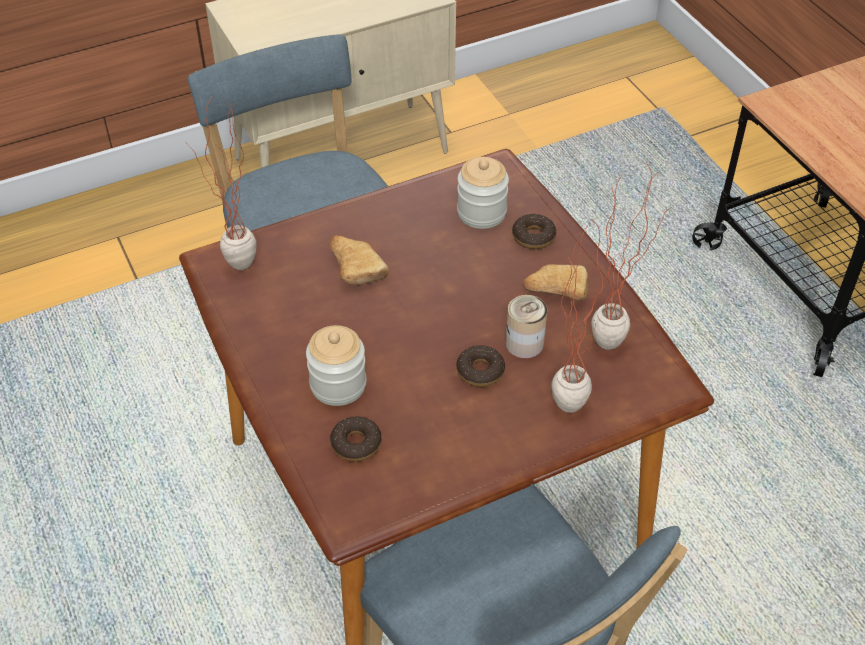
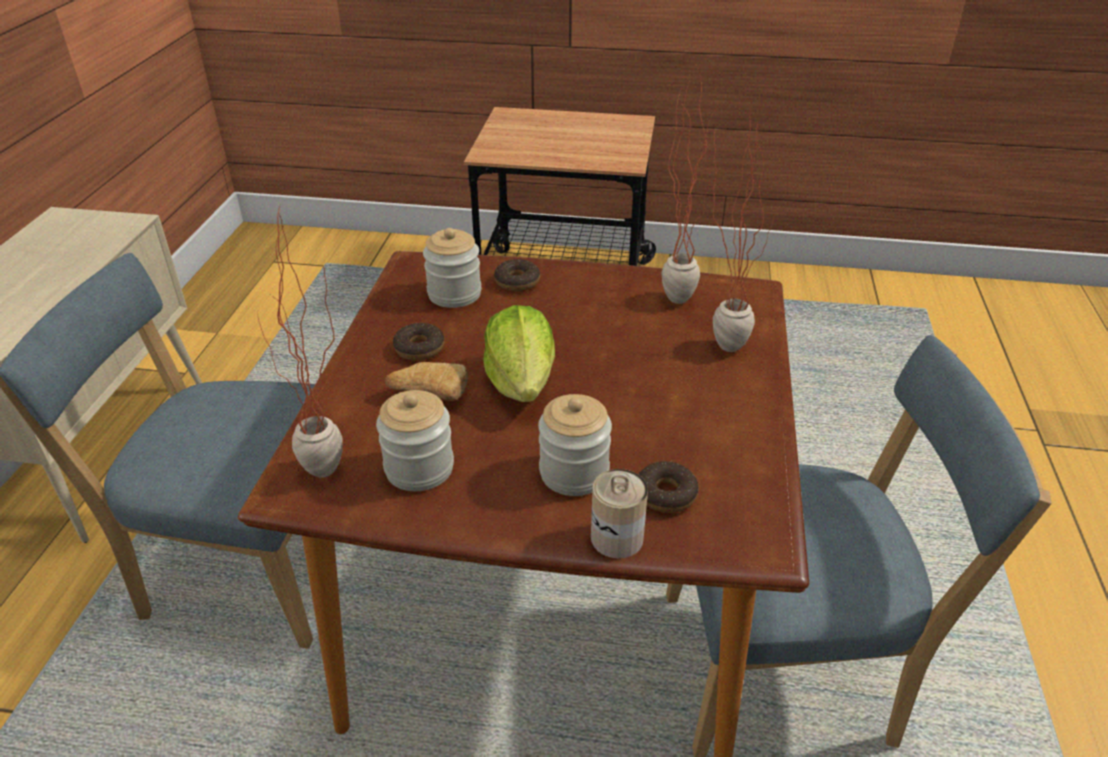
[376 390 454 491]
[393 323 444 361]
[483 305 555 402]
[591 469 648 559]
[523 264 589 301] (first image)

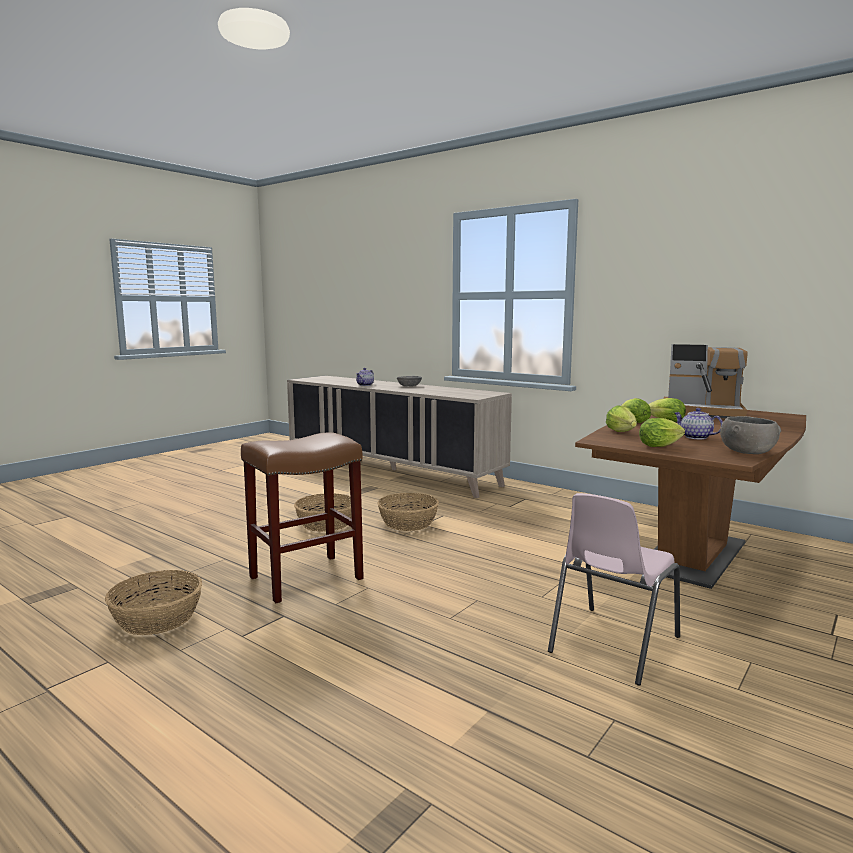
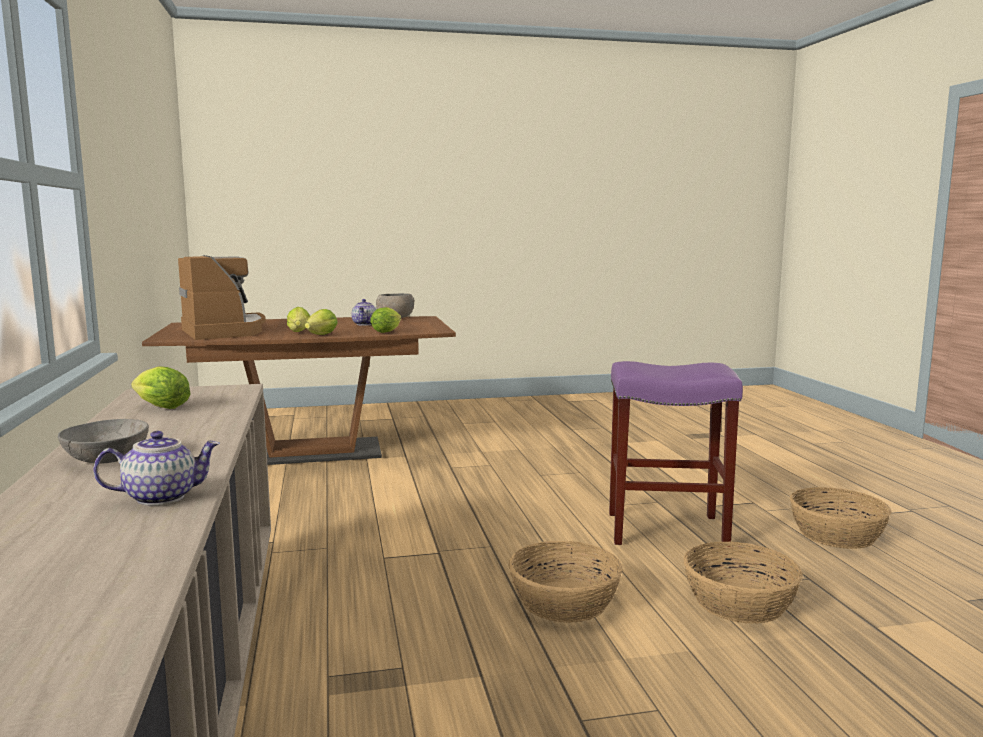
[131 366 191 409]
[609 361 743 545]
[683 542 803 624]
[548 493 680 686] (first image)

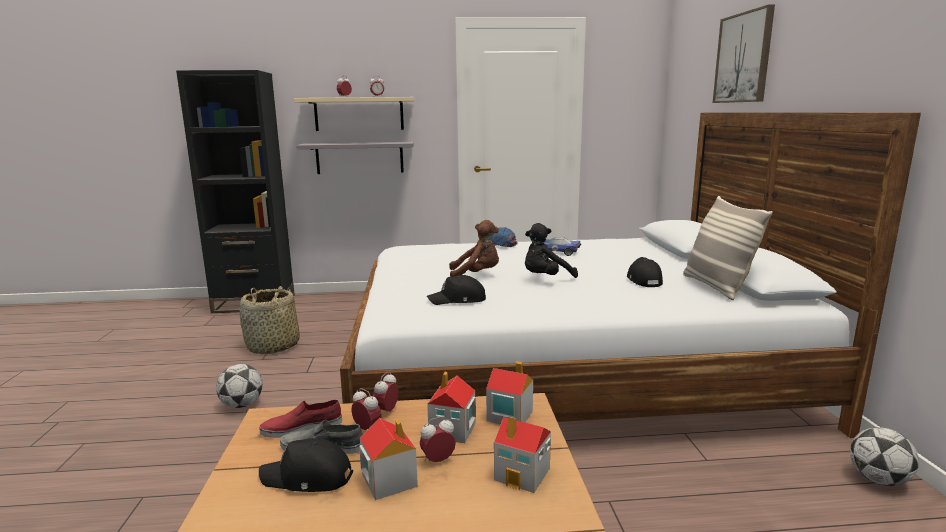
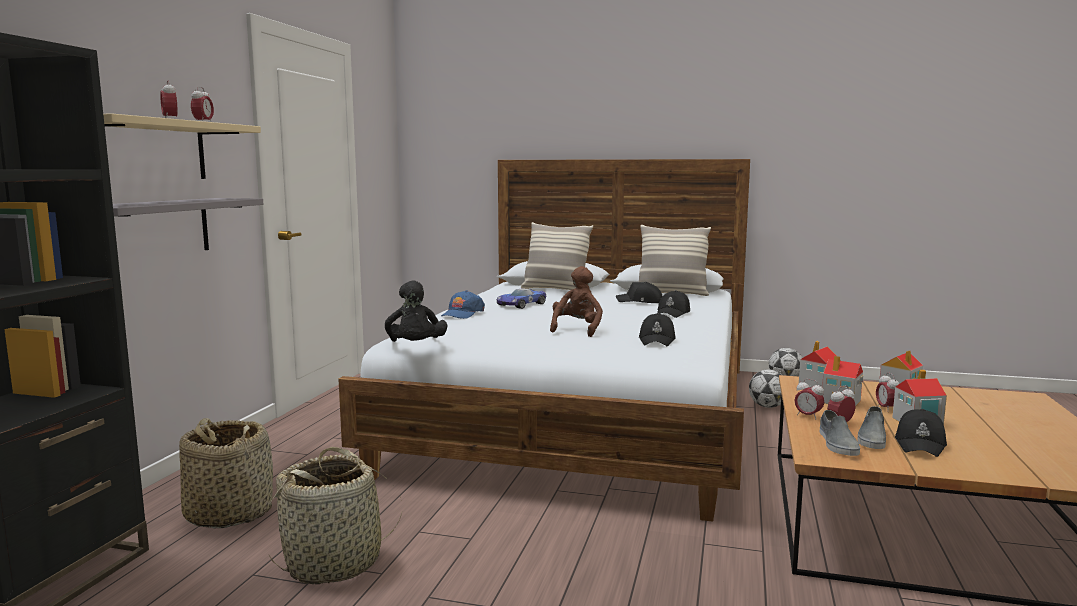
[179 418 273 528]
[385 280 448 342]
[521 222 593 290]
[658 290 690 318]
[749 369 782 408]
[820 410 860 456]
[713 4 775 103] (first image)

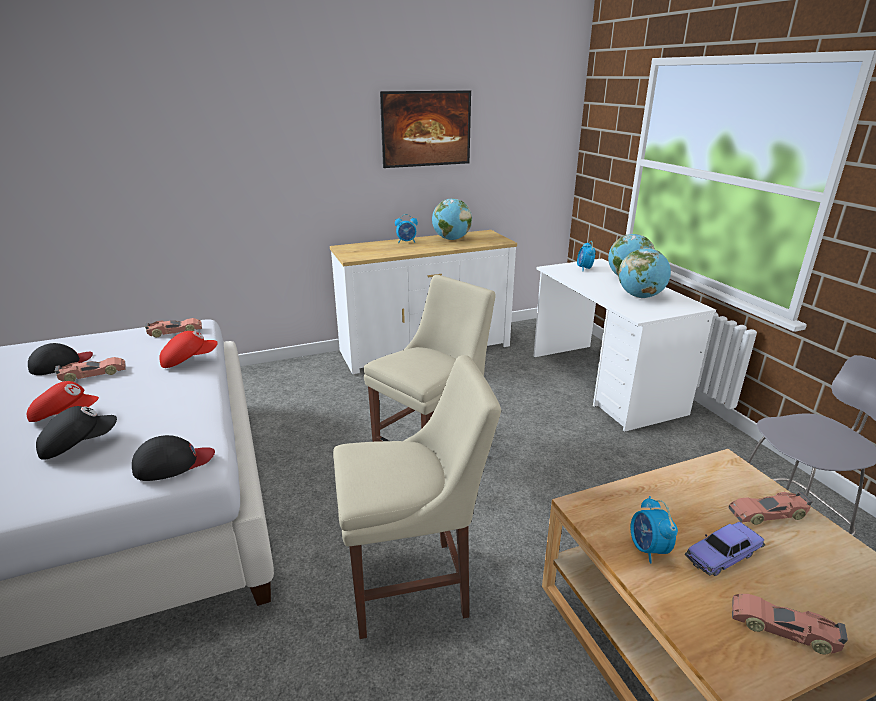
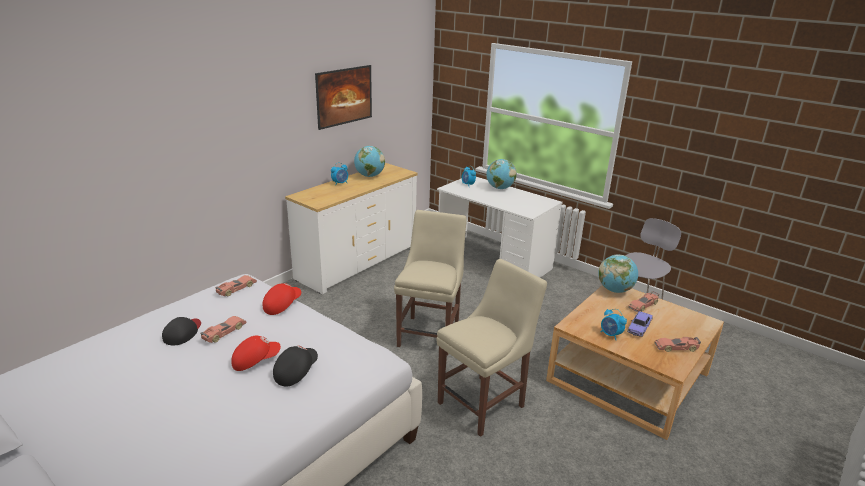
[598 255 638 293]
[132 435 215 481] (first image)

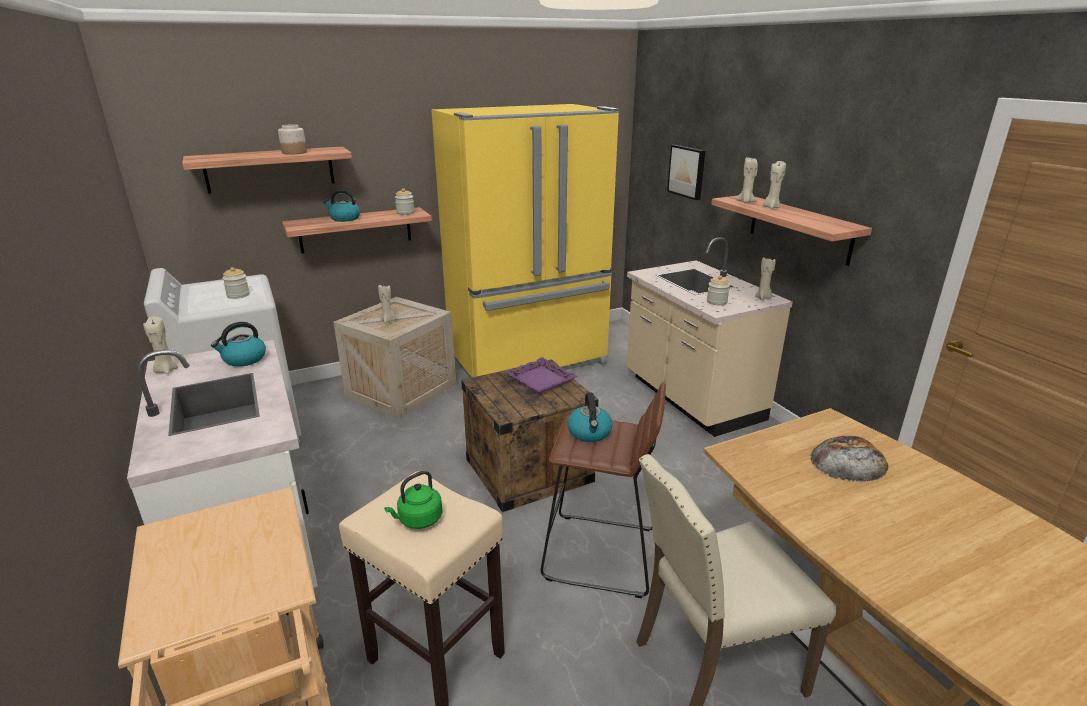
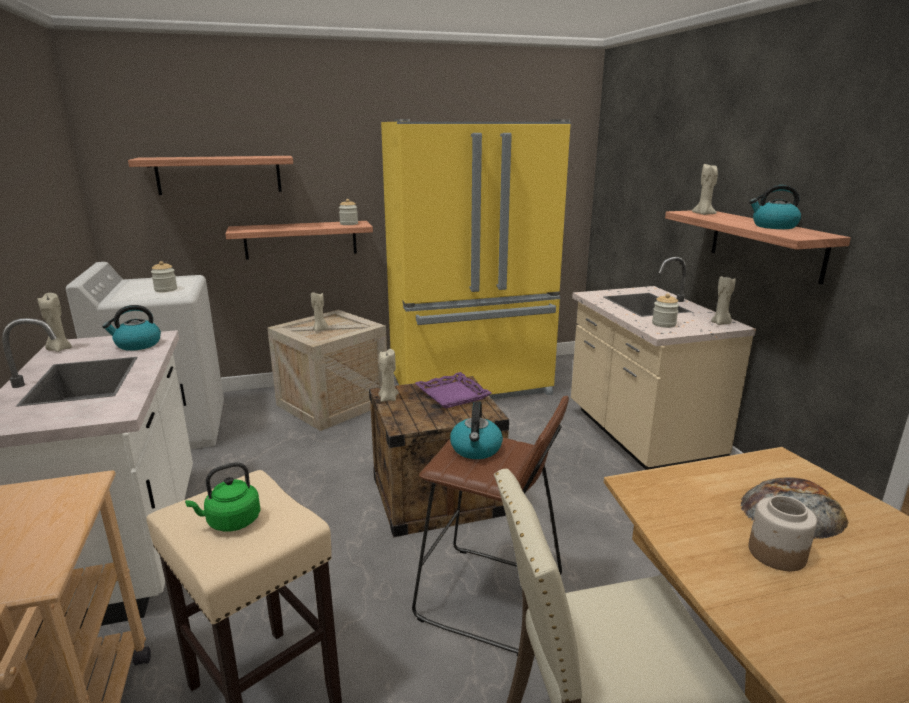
[379 349 398 402]
[748 496 817 571]
[749 185 801 229]
[667 145 705 200] (first image)

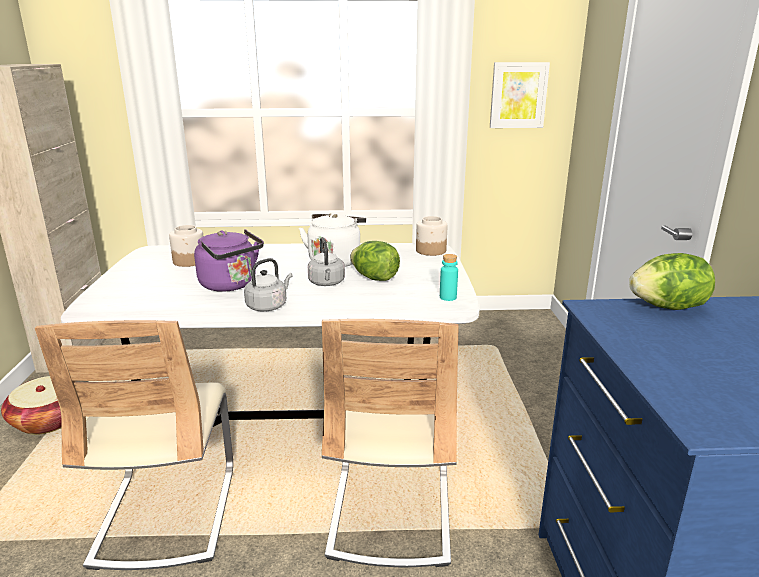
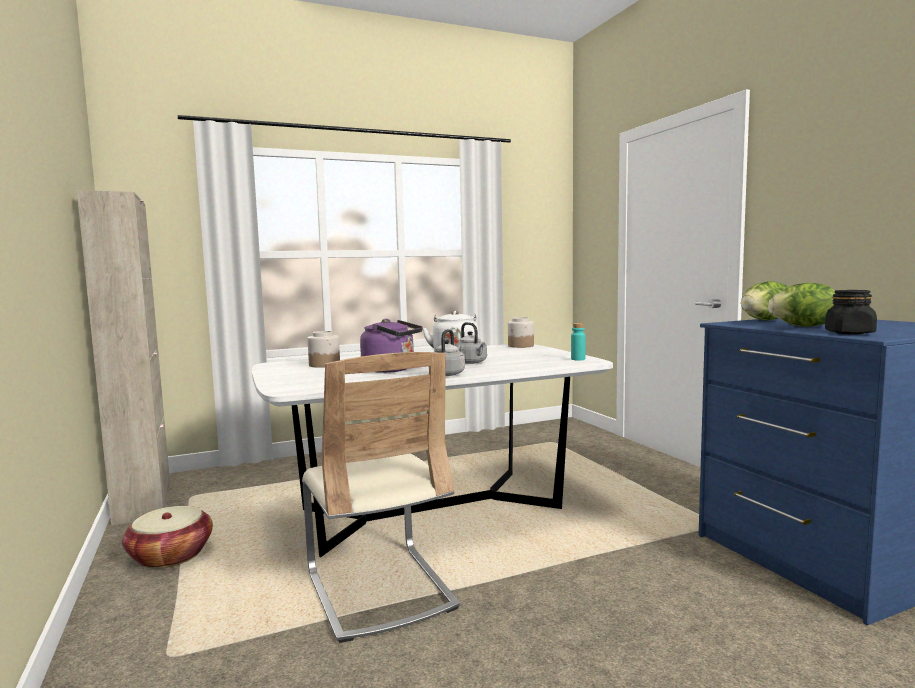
[768 283 835 327]
[825 290 877 335]
[322 319 459 567] (first image)
[490 62 550 128] (first image)

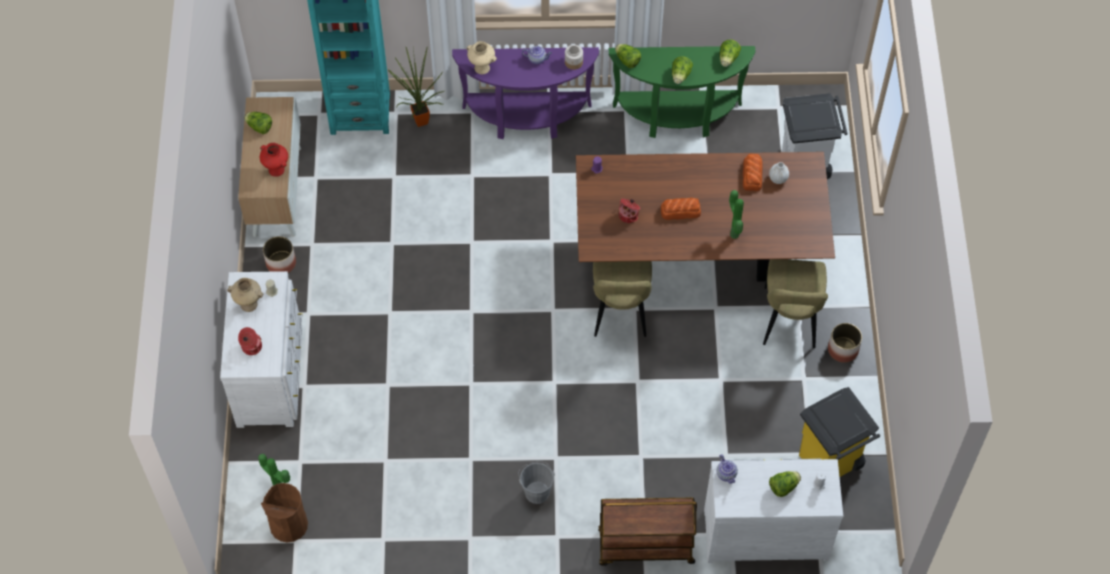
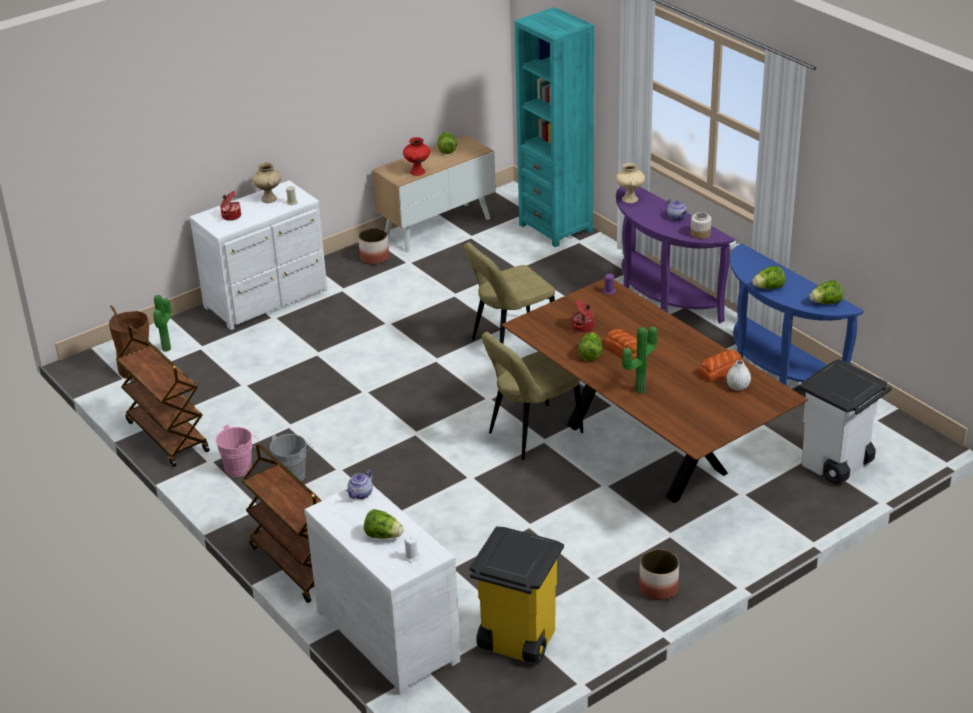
[116 325 210 467]
[215 425 260 477]
[464 242 555 344]
[578 332 603 361]
[730 243 864 386]
[388 47 444 127] (first image)

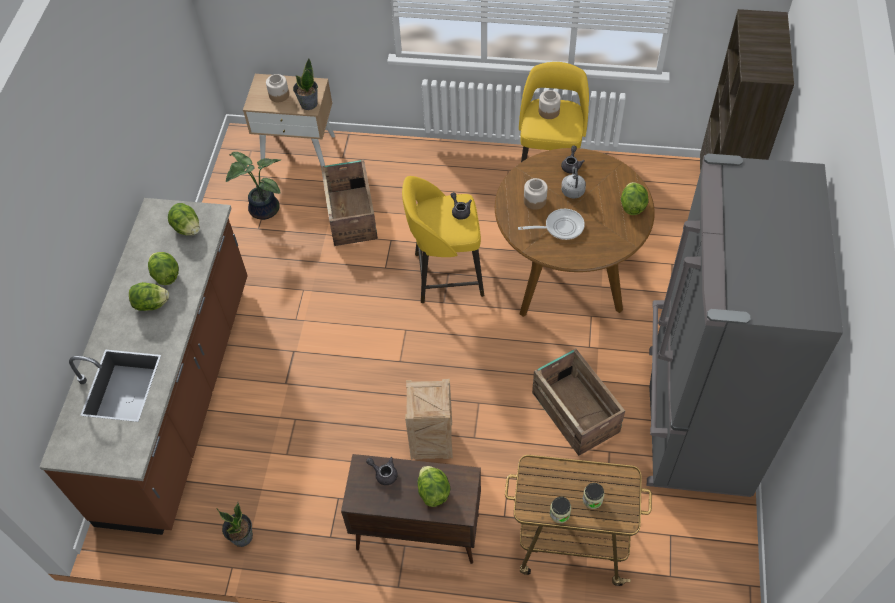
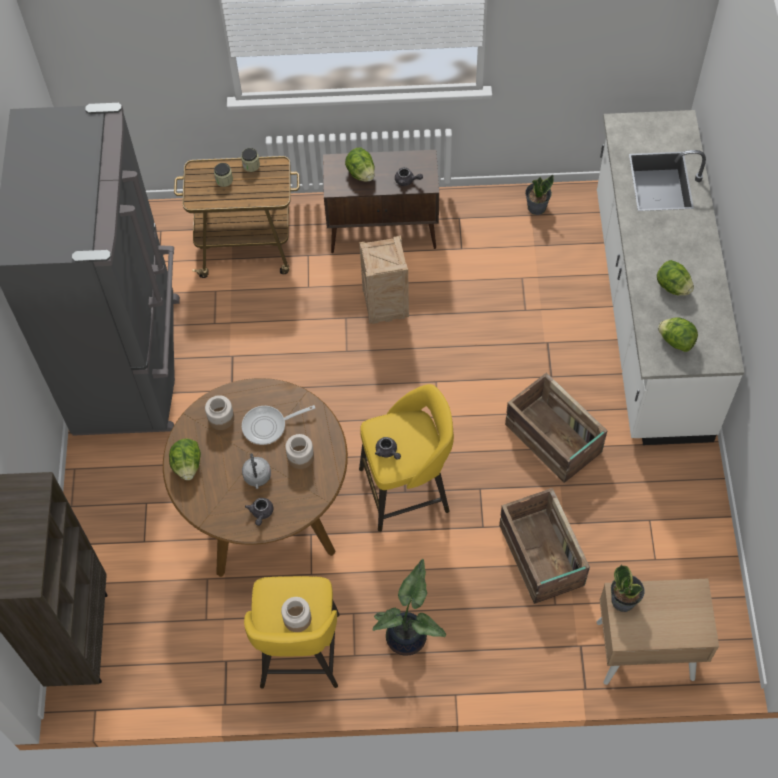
[205 395 234 430]
[373 559 446 656]
[505 373 607 483]
[597 110 744 445]
[129 282 169 311] (first image)

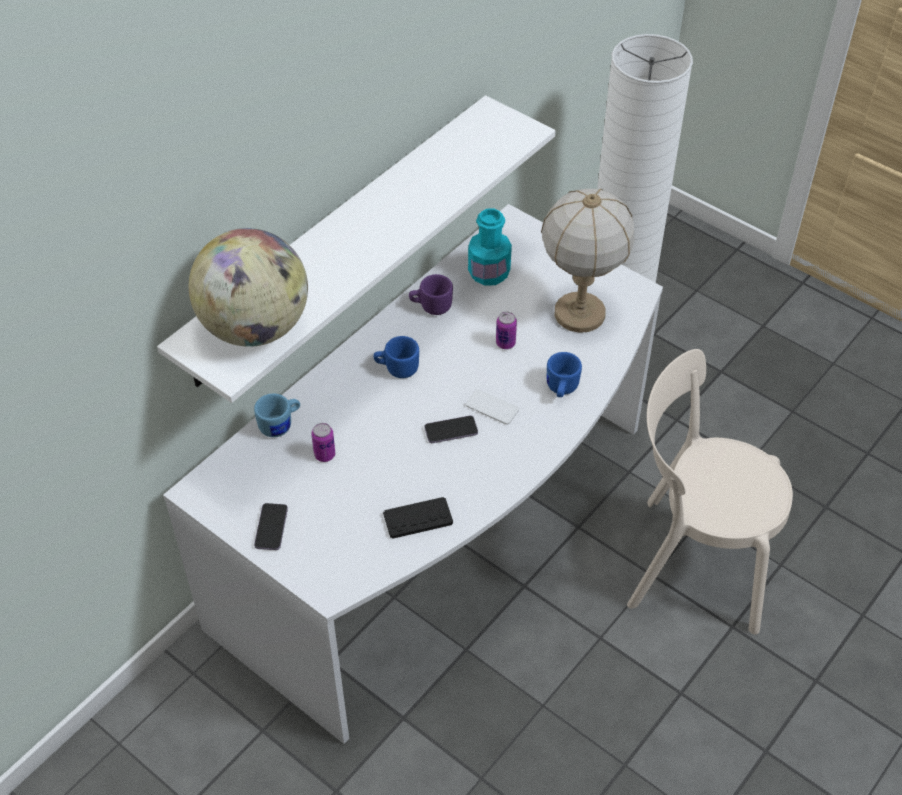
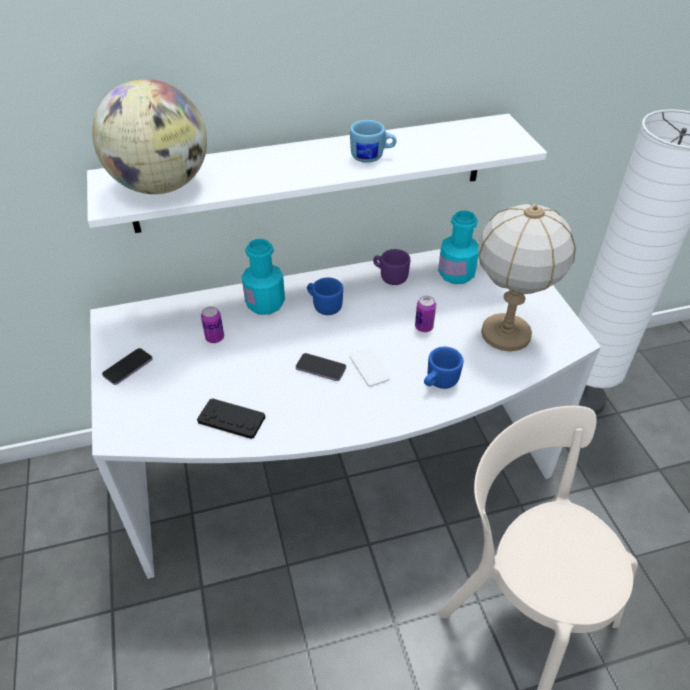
[242 239 285 315]
[350 120 397 163]

